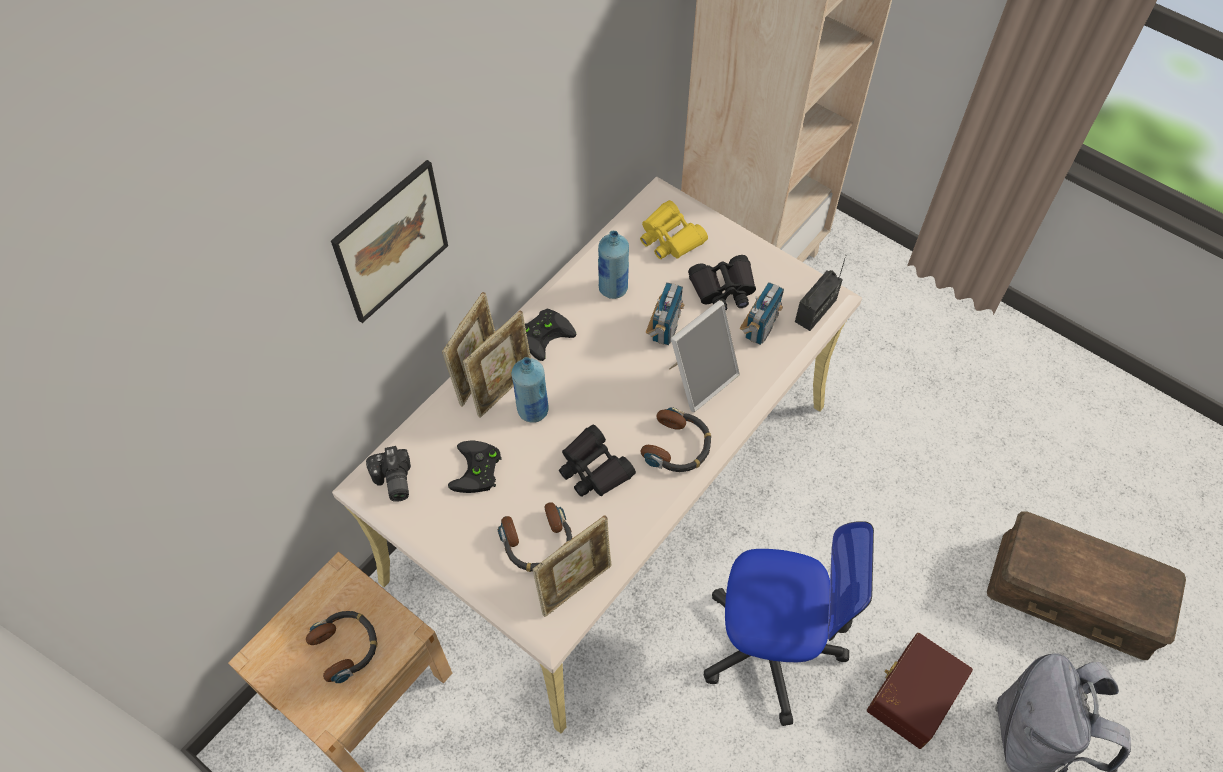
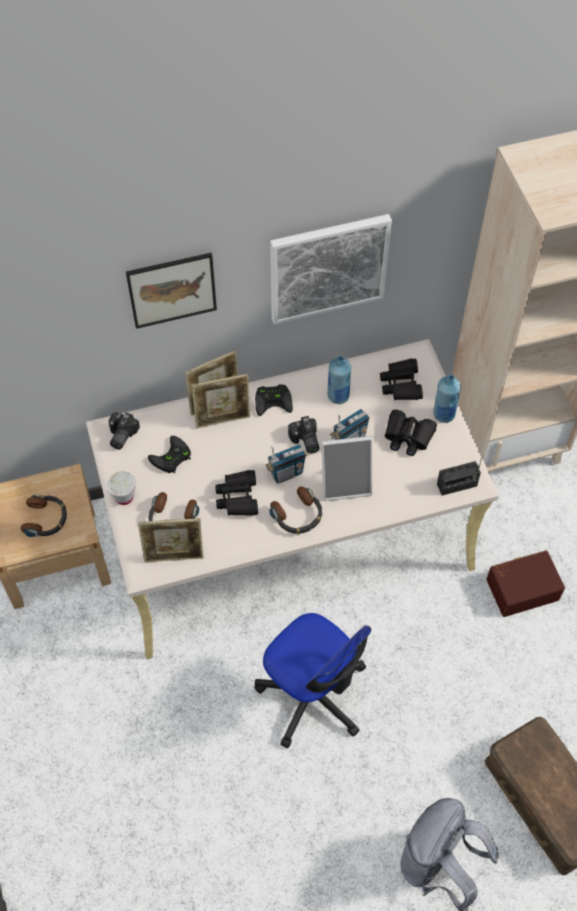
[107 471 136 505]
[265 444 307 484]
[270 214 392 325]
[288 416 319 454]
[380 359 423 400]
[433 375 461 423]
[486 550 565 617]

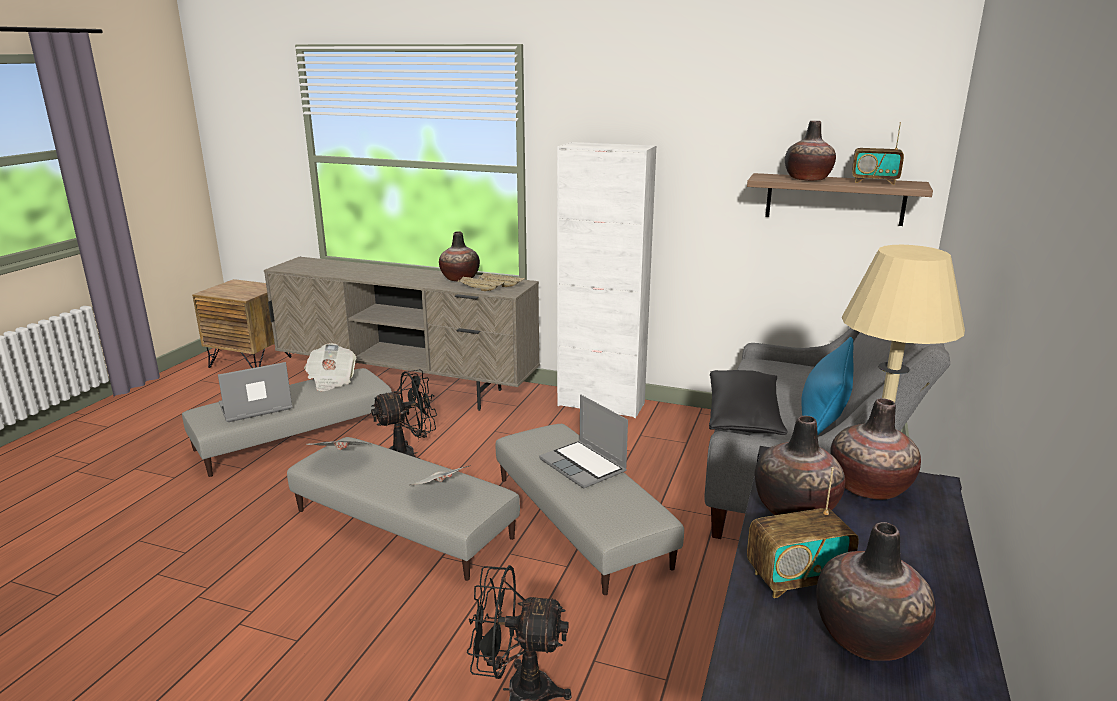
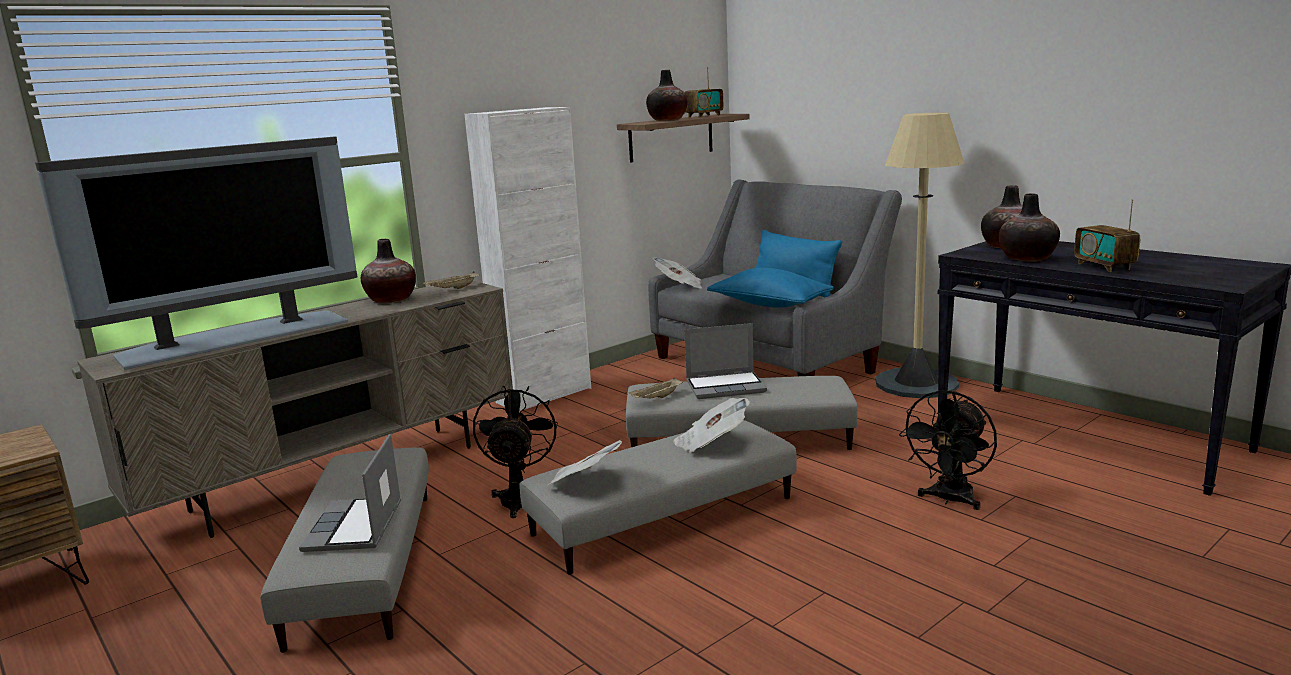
[35 136 357 370]
[629 377 683 399]
[653 257 702 288]
[707 268 834 308]
[1074 200 1140 272]
[816 522 936 661] (first image)

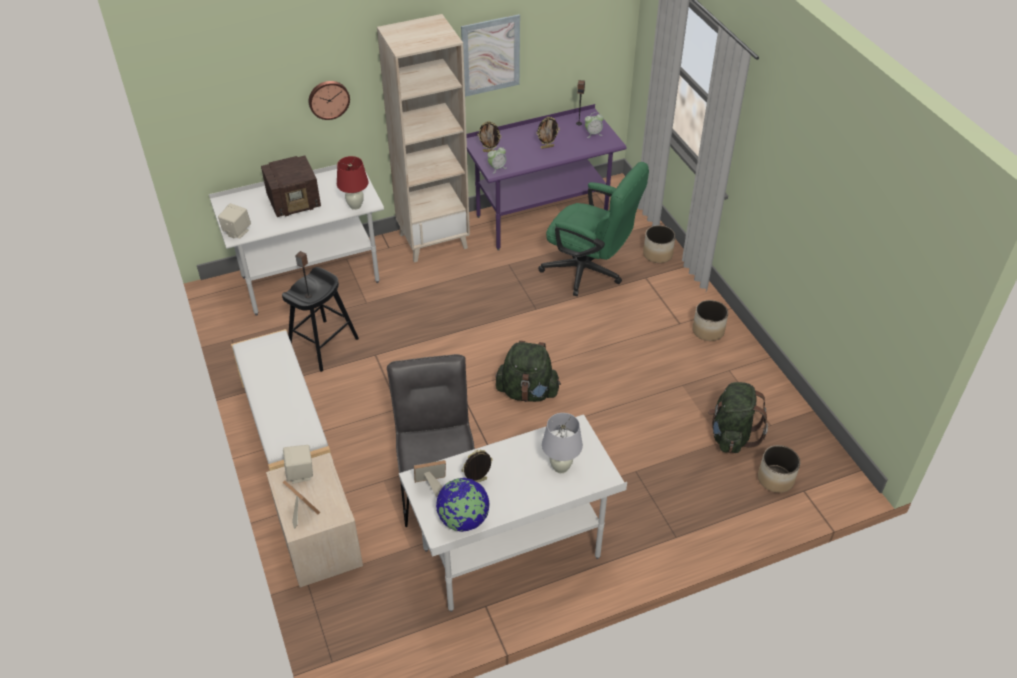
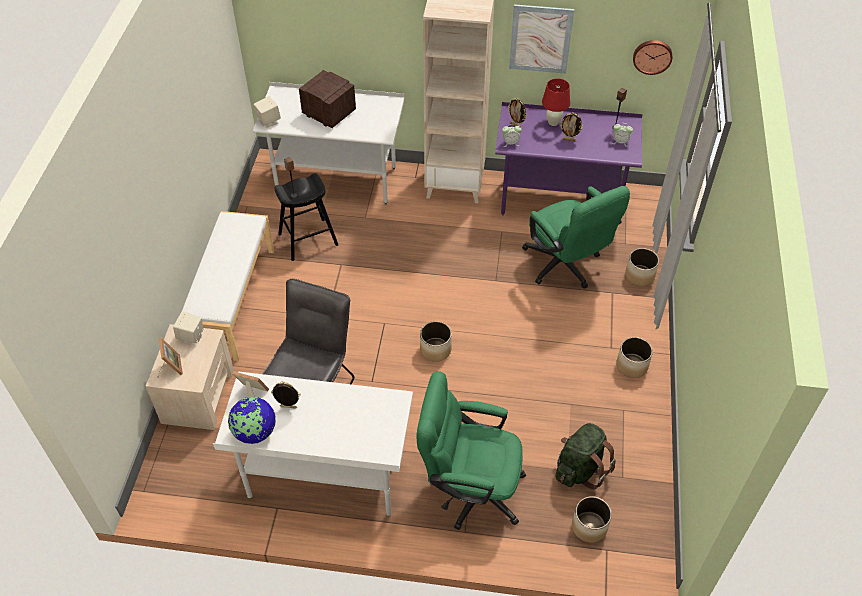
[299 70 356 128]
[416 371 526 530]
[420 321 452 362]
[542 78 570 126]
[633 40 672 75]
[542 413 583 473] (first image)

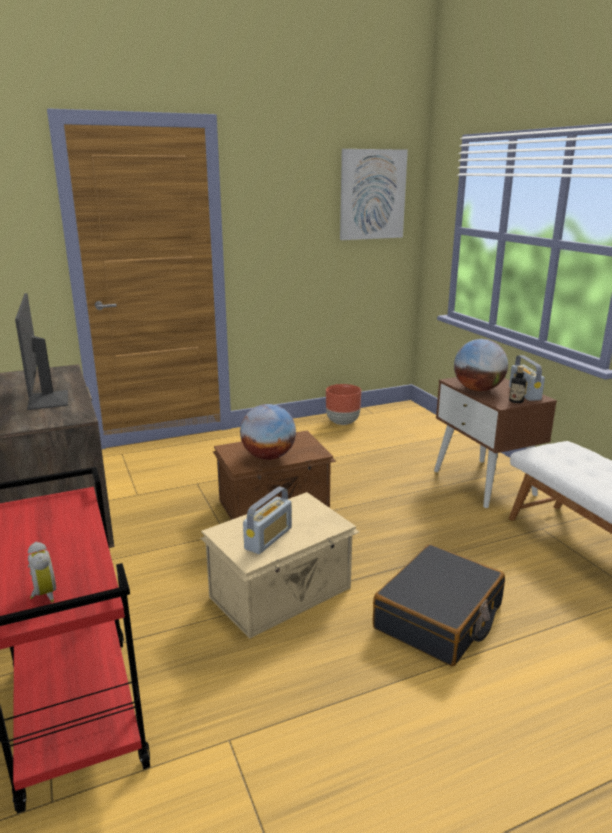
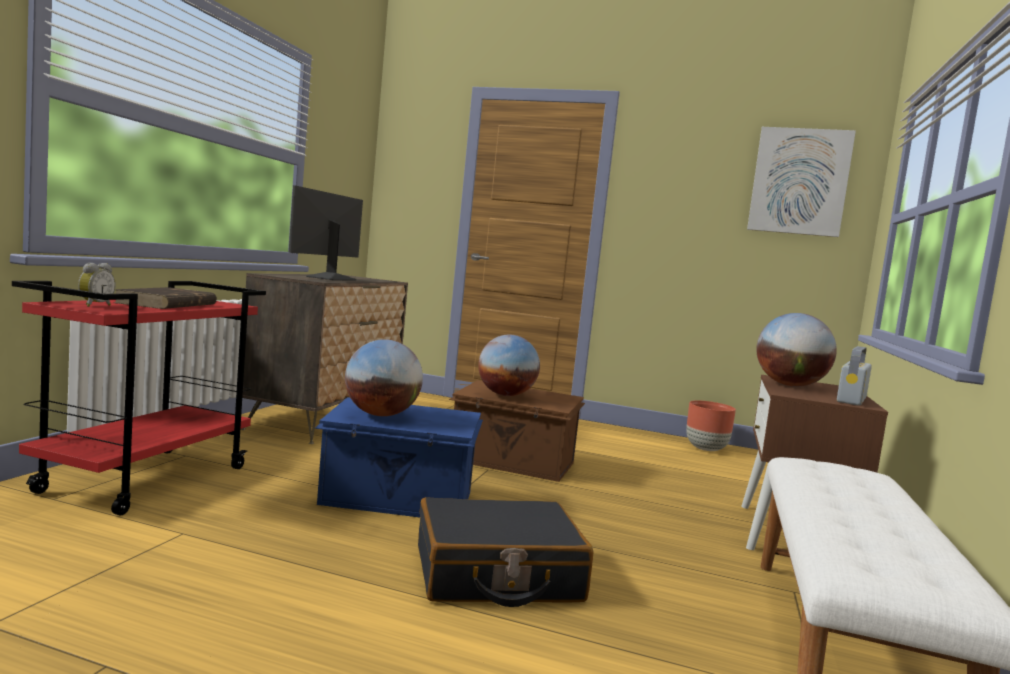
[114 287 217 309]
[315 397 483 517]
[345 339 423 416]
[509 366 526 403] (first image)

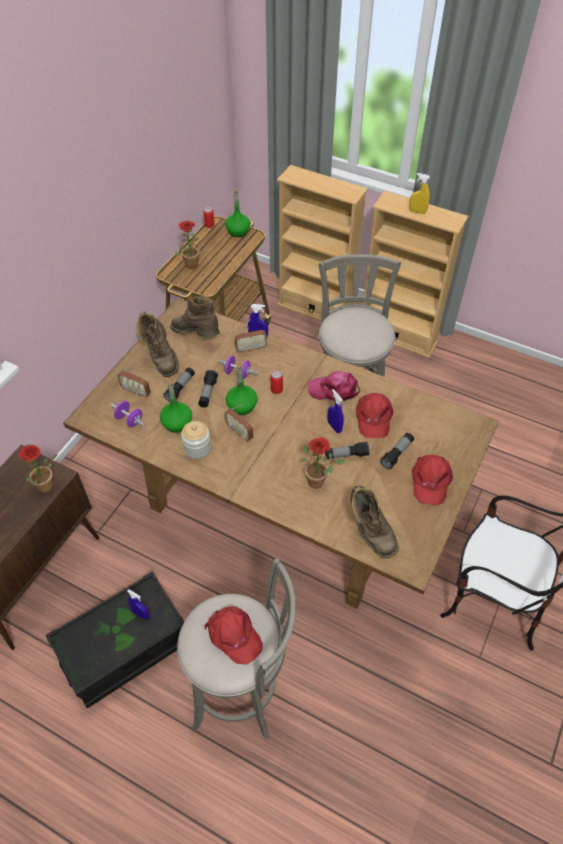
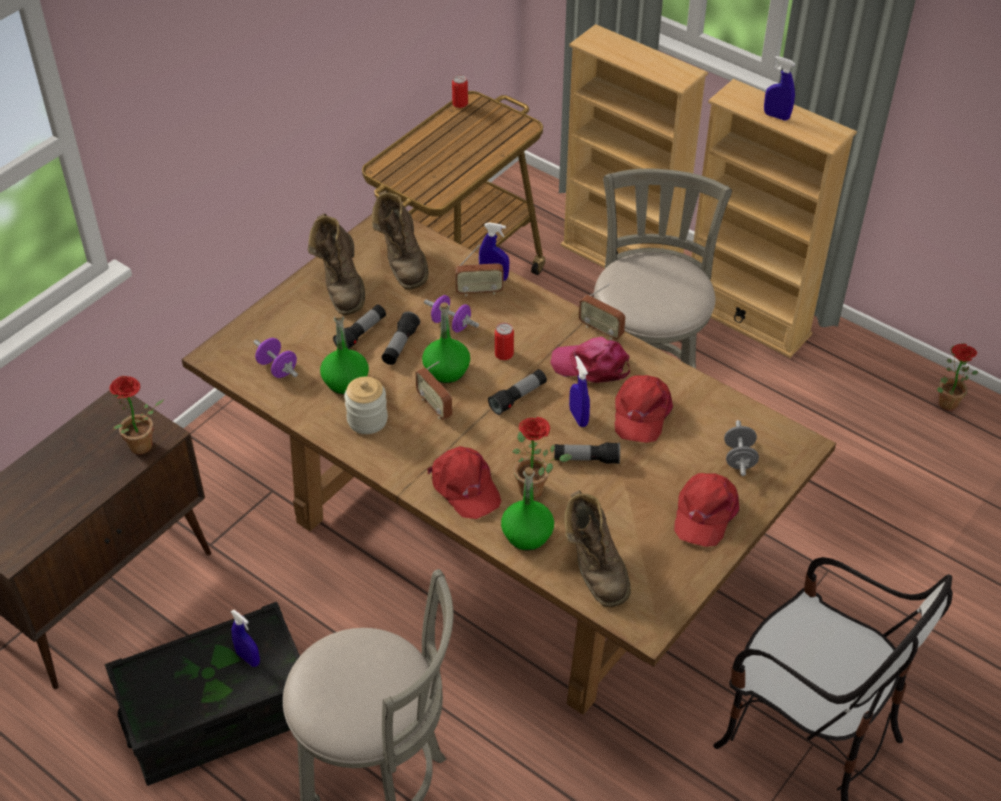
[372 190 428 290]
[427 446 501 519]
[488 369 547 415]
[501 467 554 550]
[579 284 626 340]
[724 420 759 476]
[764 56 795 121]
[937 344 979 411]

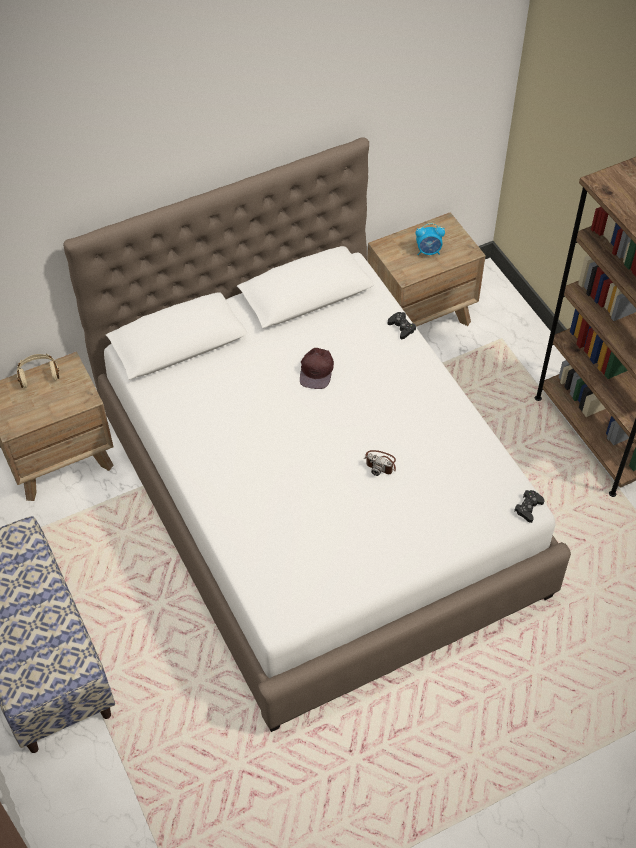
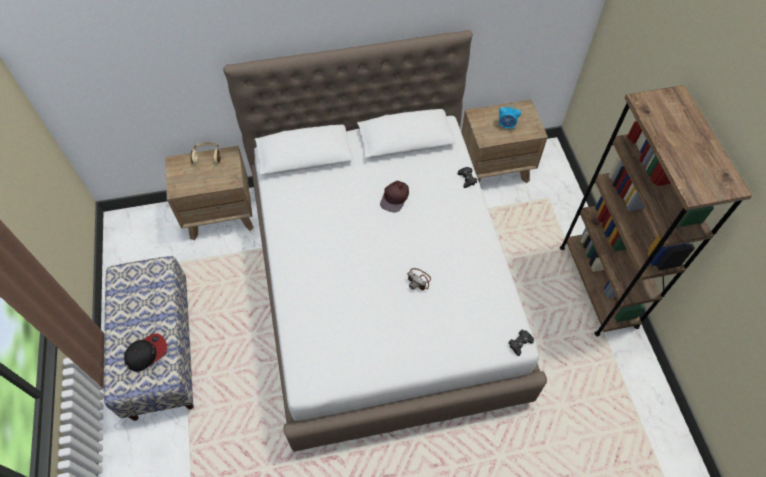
[124 333 167 372]

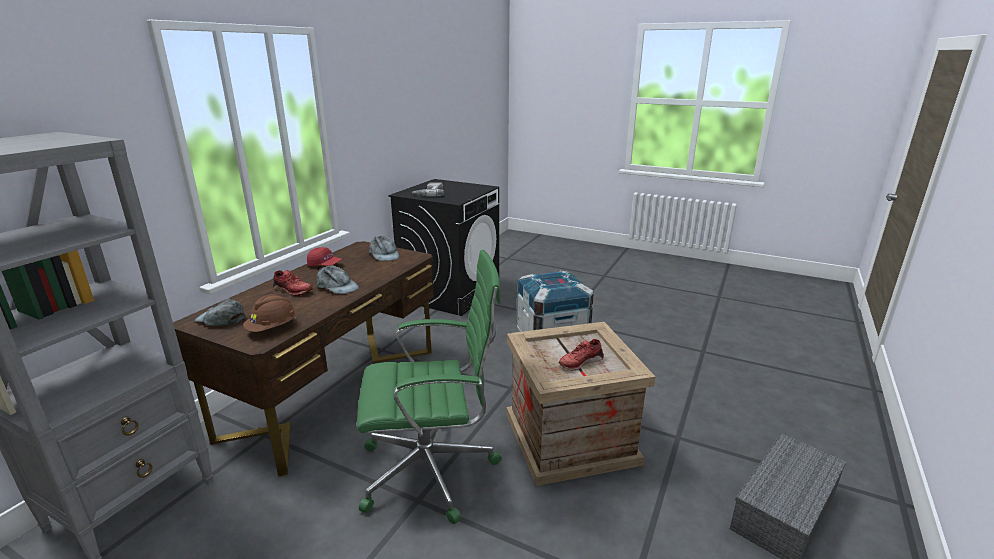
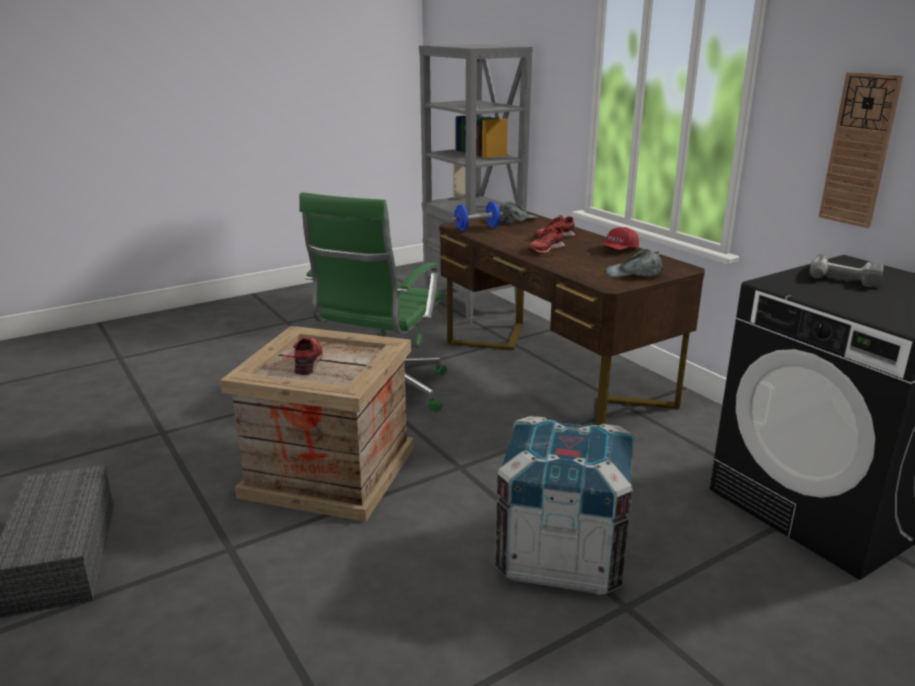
[452 202 503 231]
[527 226 566 254]
[819 72 904 228]

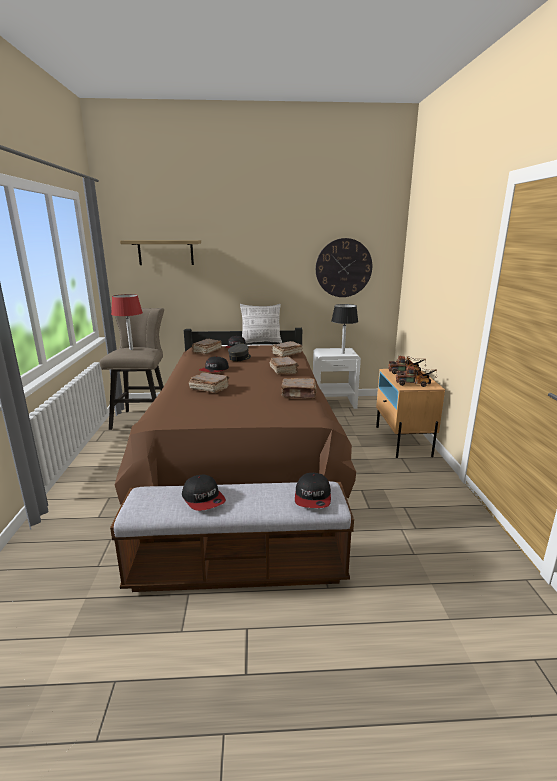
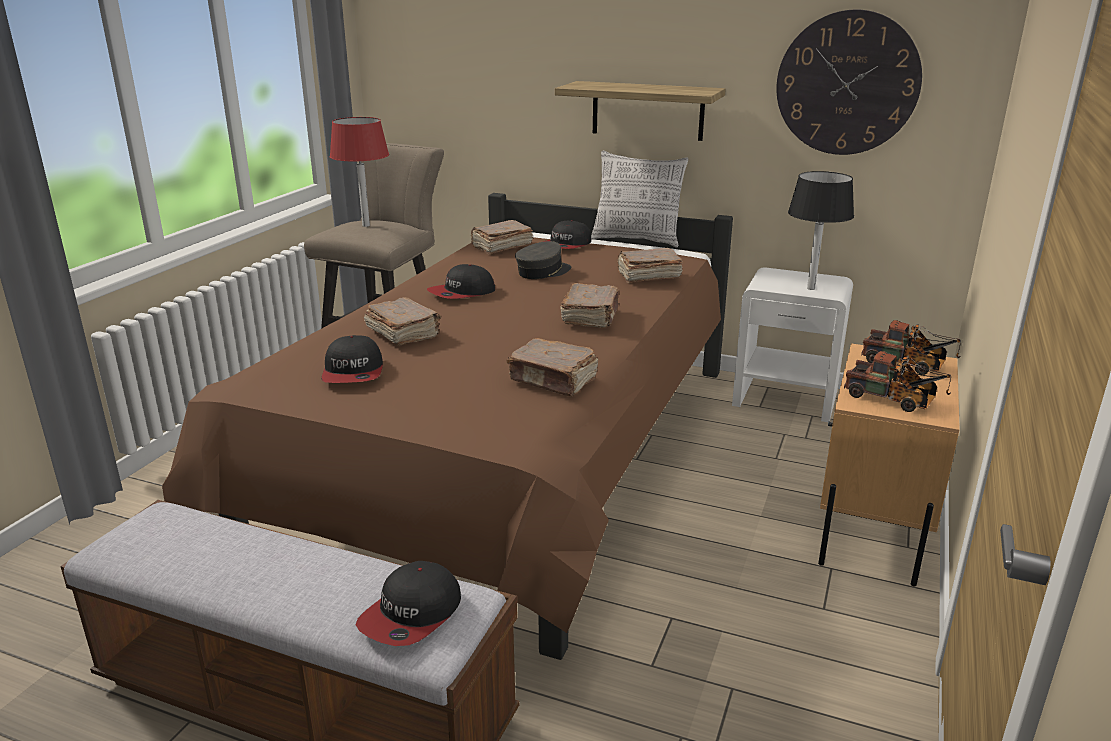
[321 335 383 383]
[555 81 726 141]

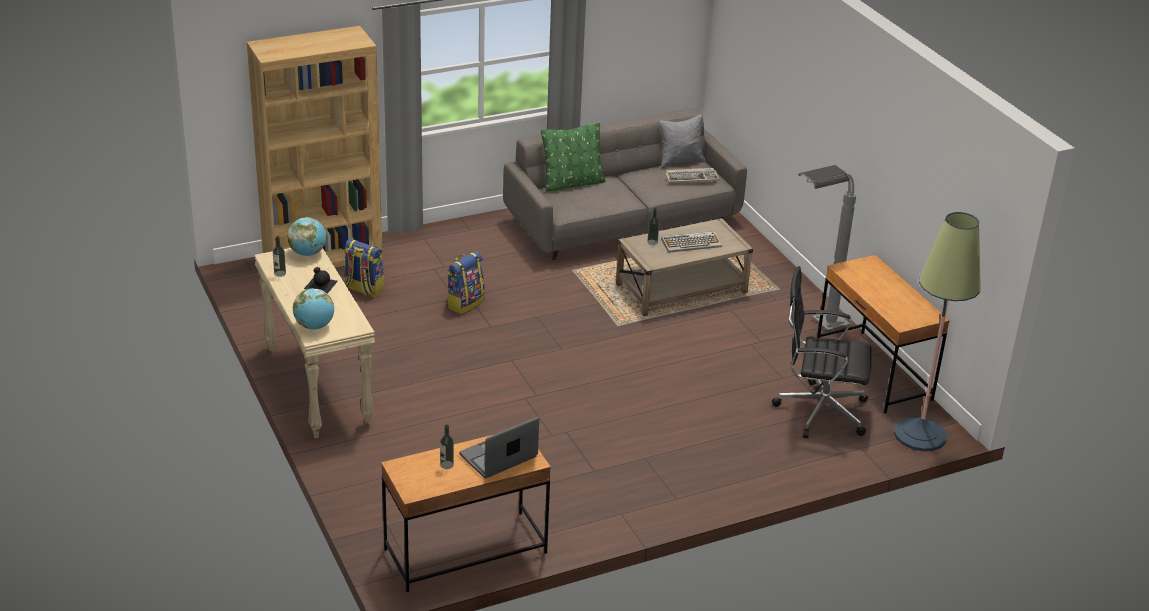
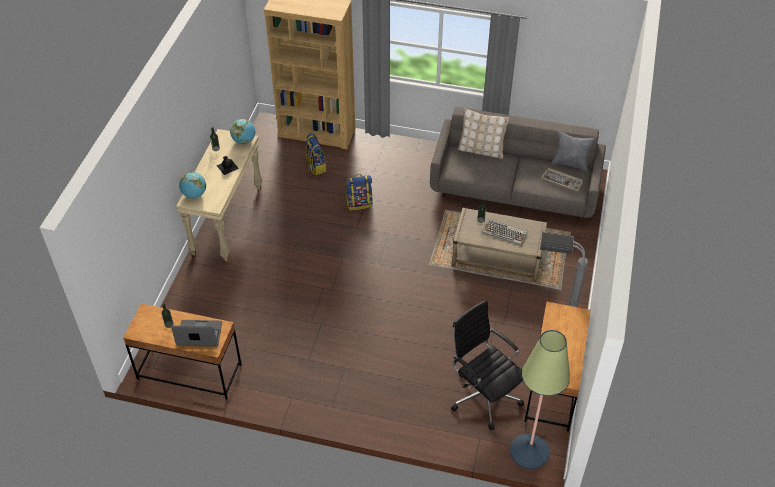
[458 109 509 159]

